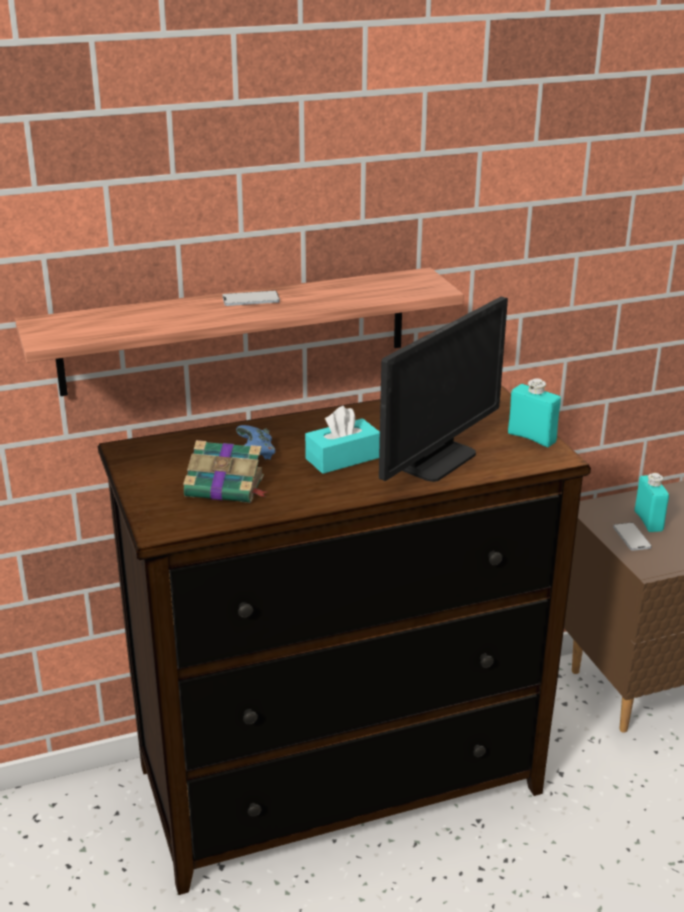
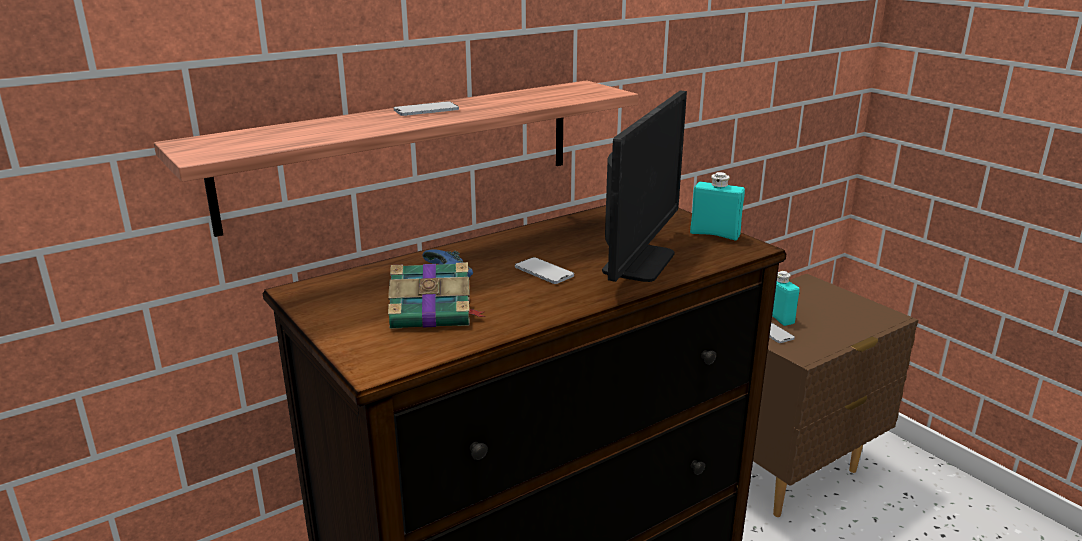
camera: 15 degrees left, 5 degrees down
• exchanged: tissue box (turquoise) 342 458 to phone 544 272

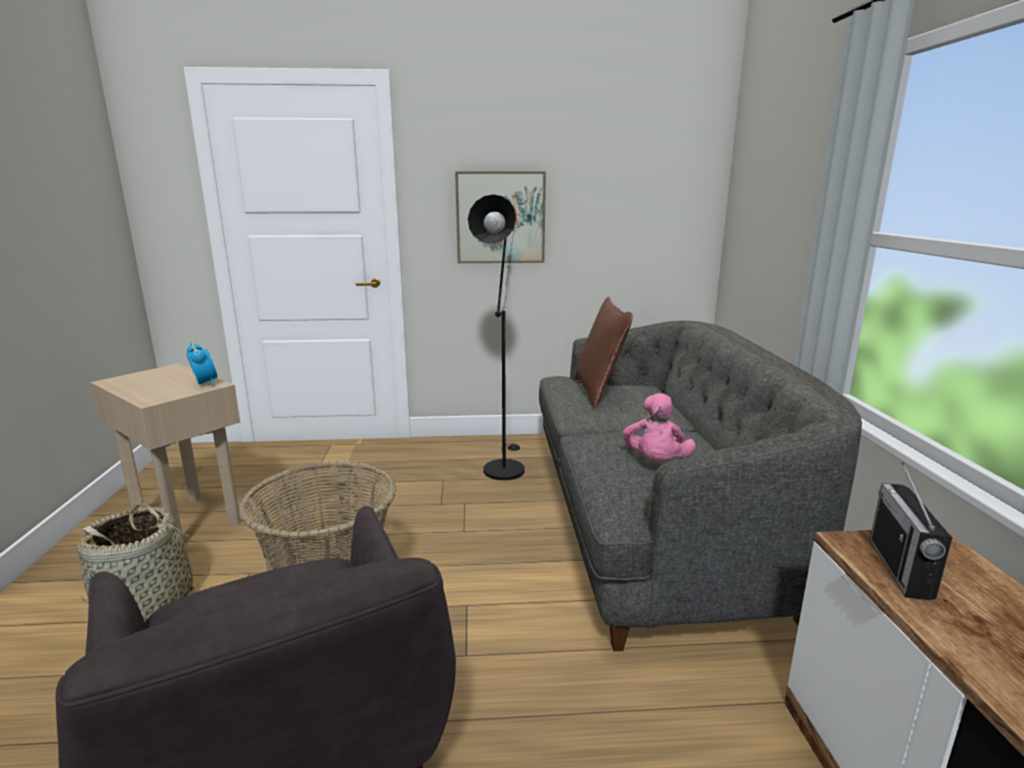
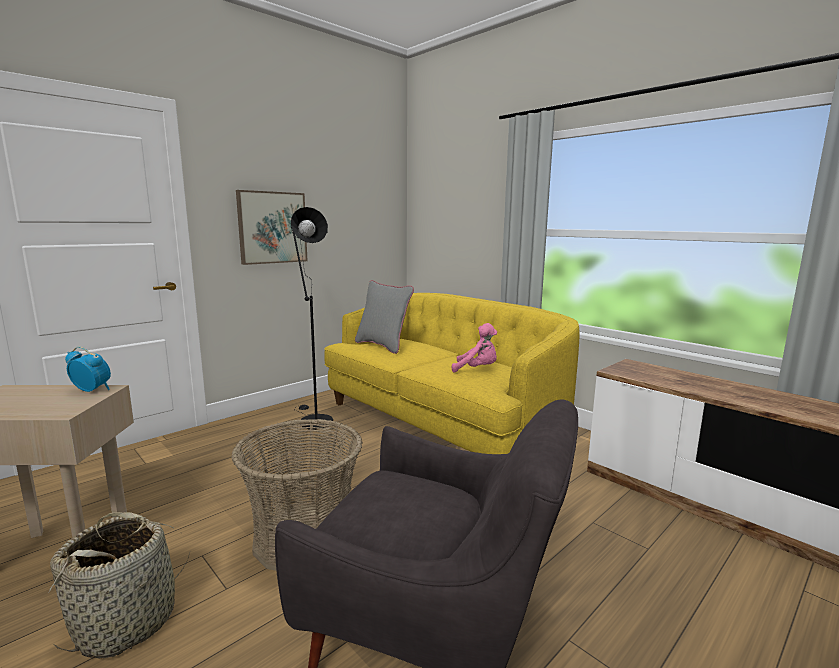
camera: 40 degrees left, 5 degrees down
• colour: sofa (grey) 651 524 to sofa (yellow) 442 422
• colour: pillow (brown) 598 392 to pillow (grey) 383 346
• spun: plush toy (pink) 655 463 = 477 369 45 degrees counterclockwise
• missing: radio 899 568

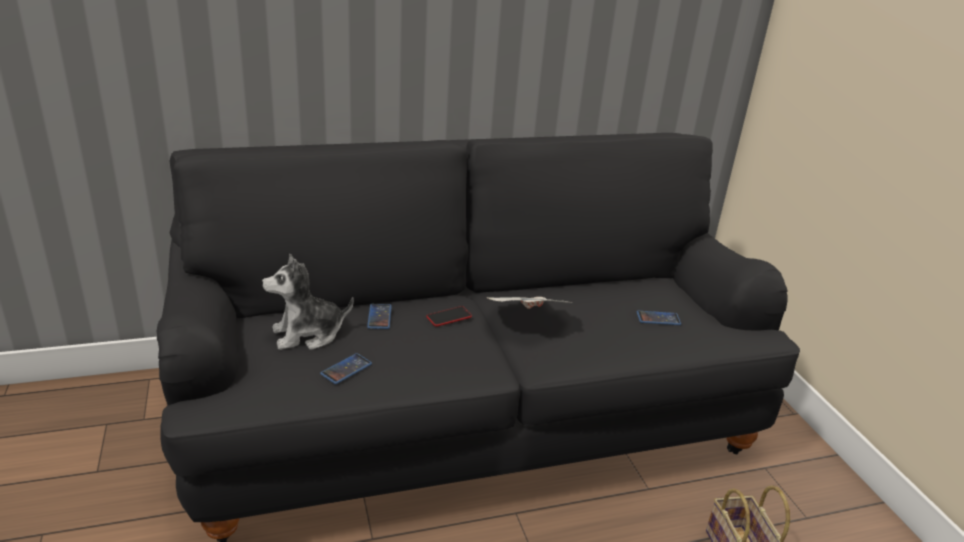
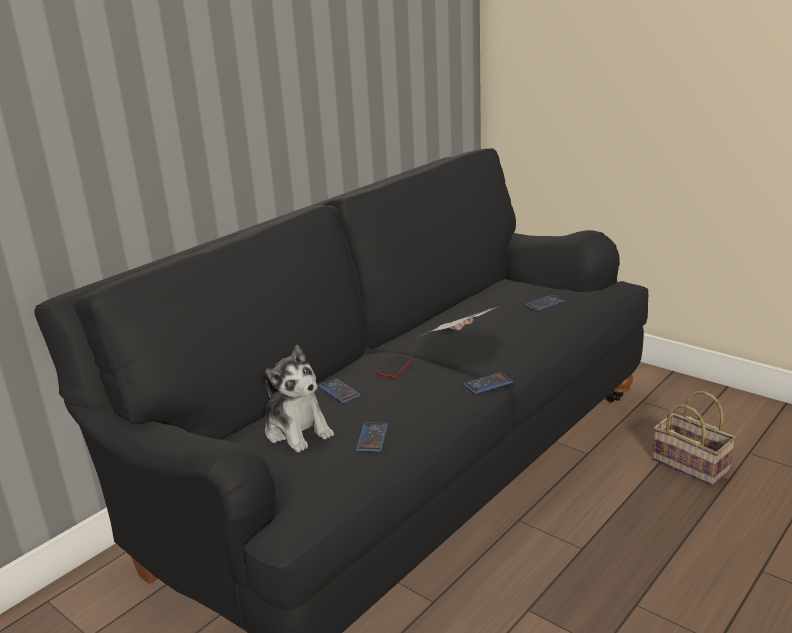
camera: 30 degrees left, 5 degrees down
• spun: plush toy 308 334 = 297 431 75 degrees counterclockwise
• appeared: phone 488 384

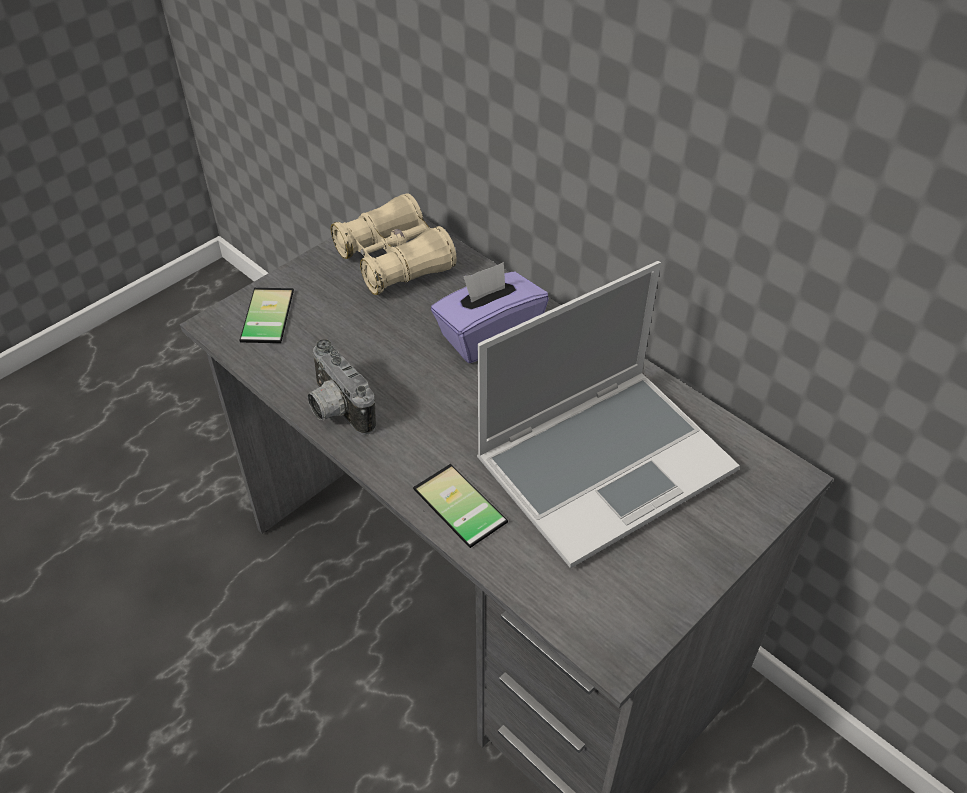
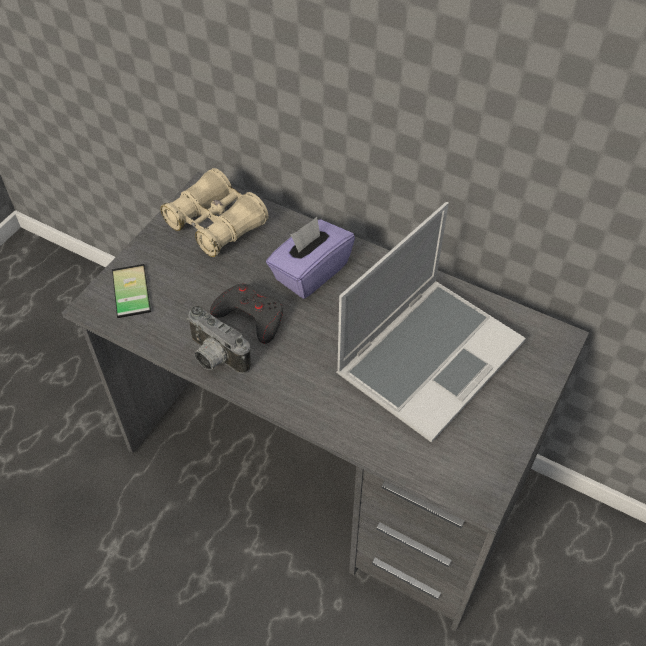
camera: 15 degrees left, 5 degrees up
• appeared: game controller (grey) 250 316
• missing: phone 455 508

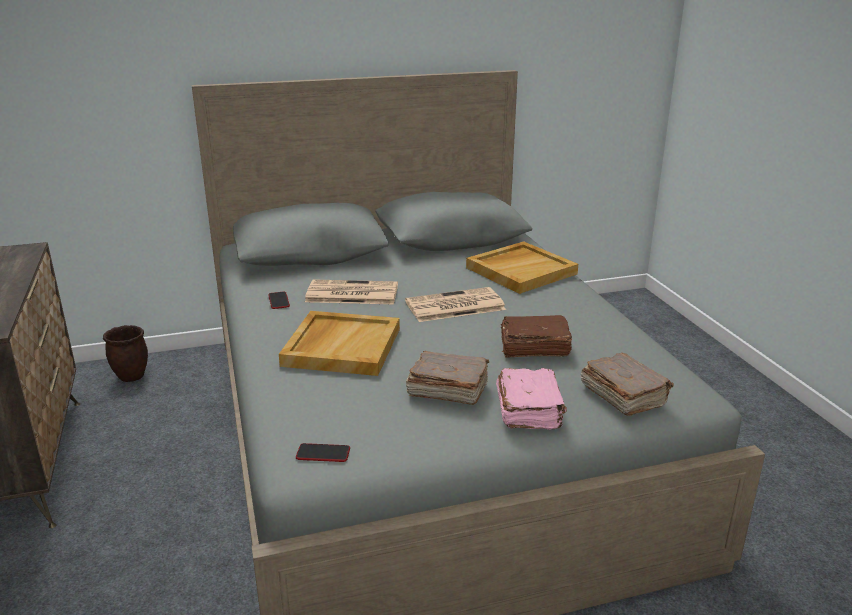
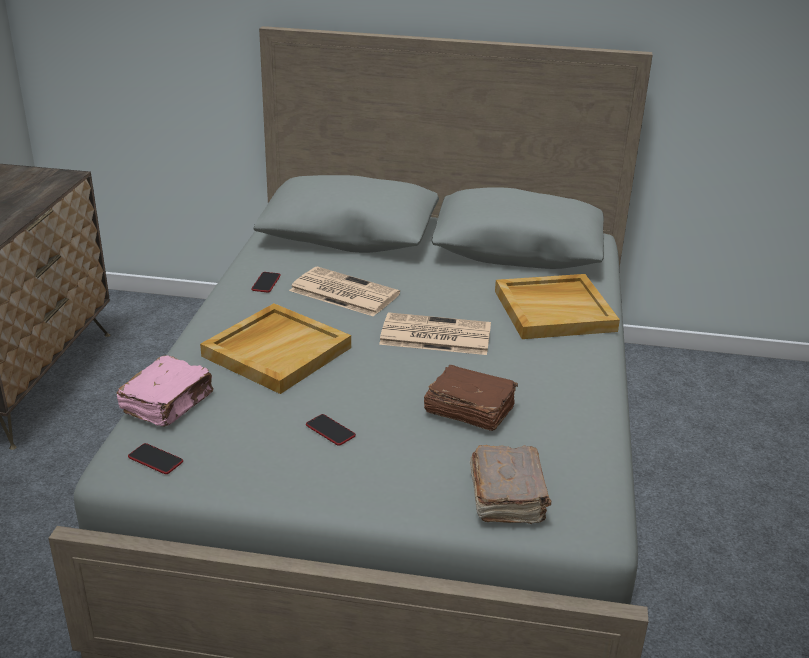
camera: 25 degrees right, 5 degrees up
• relocated: book (pink) 529 411 to 168 404
• exchanged: book (brown) 446 390 to phone 330 430
• missing: planter (brown) 132 376

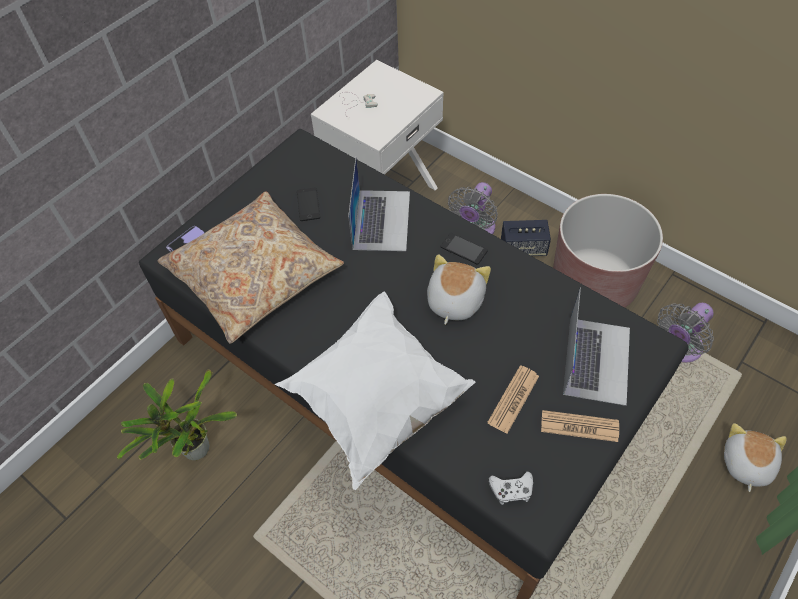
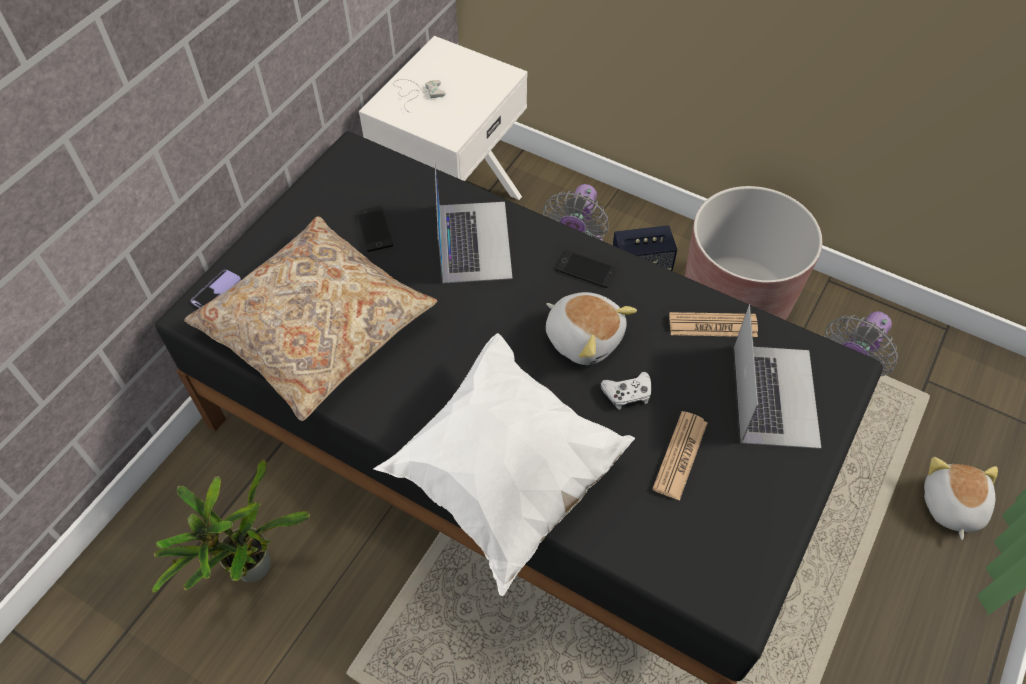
camera: 10 degrees left, 0 degrees up
• spun: plush toy 454 301 = 584 337 120 degrees clockwise
• relocated: game controller (white) 511 489 to 627 393
• relocated: newspaper 579 426 to 712 325

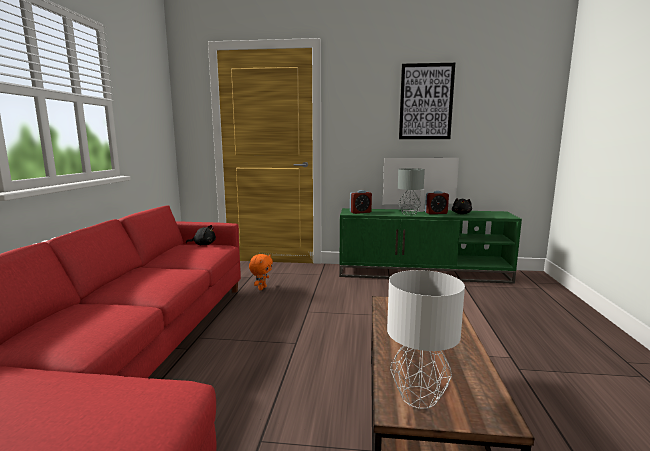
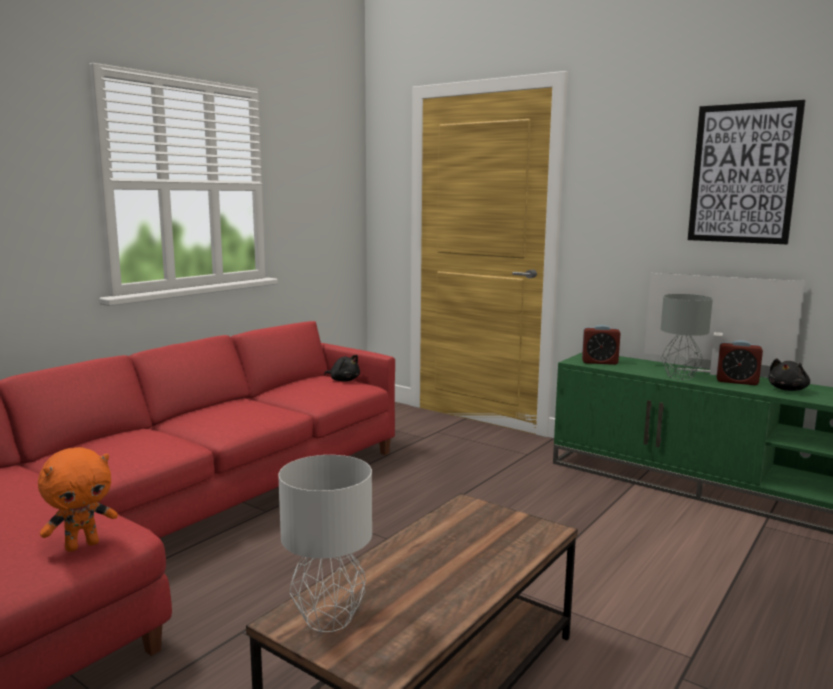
camera: 30 degrees right, 0 degrees up
• relocated: plush toy (orange) 261 288 to 82 545

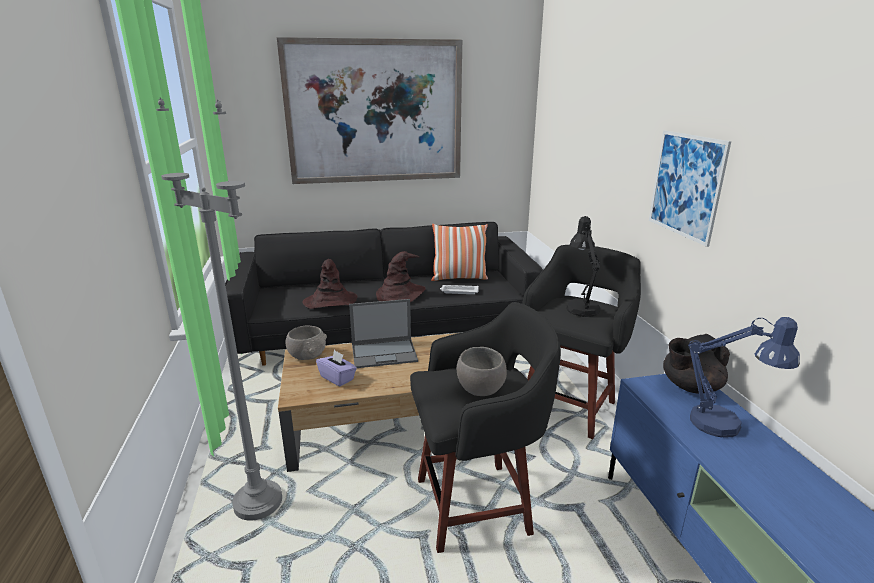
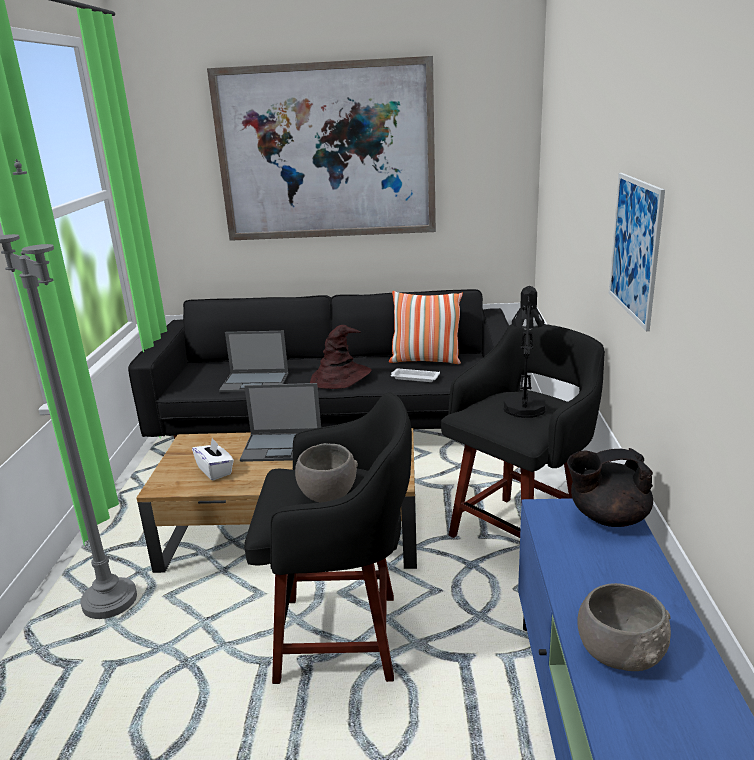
camera: 15 degrees right, 0 degrees up
• colour: tissue box (purple) 337 378 to tissue box (white) 215 471
• exchanged: hat (brown) 330 301 to laptop 255 382
• relocated: bowl (grey) 307 355 to 620 653
• missing: table lamp (blue) 726 426

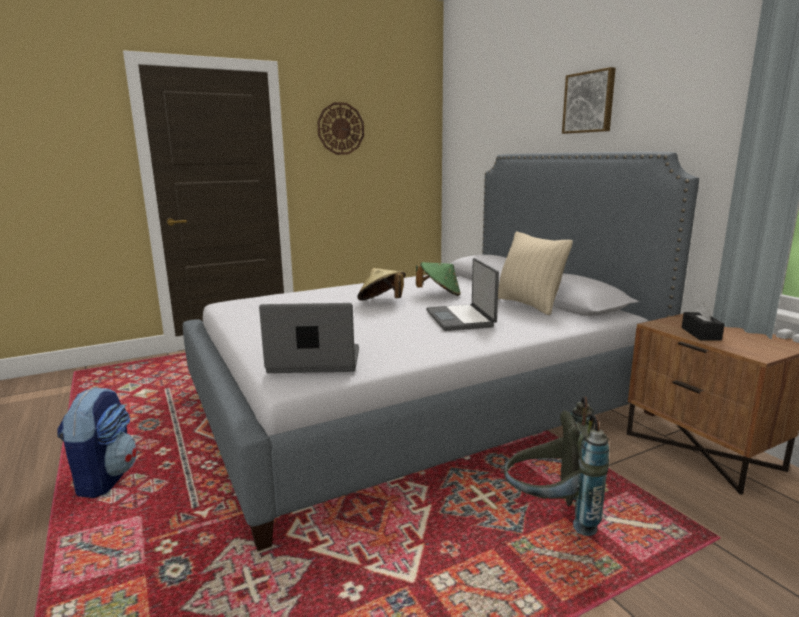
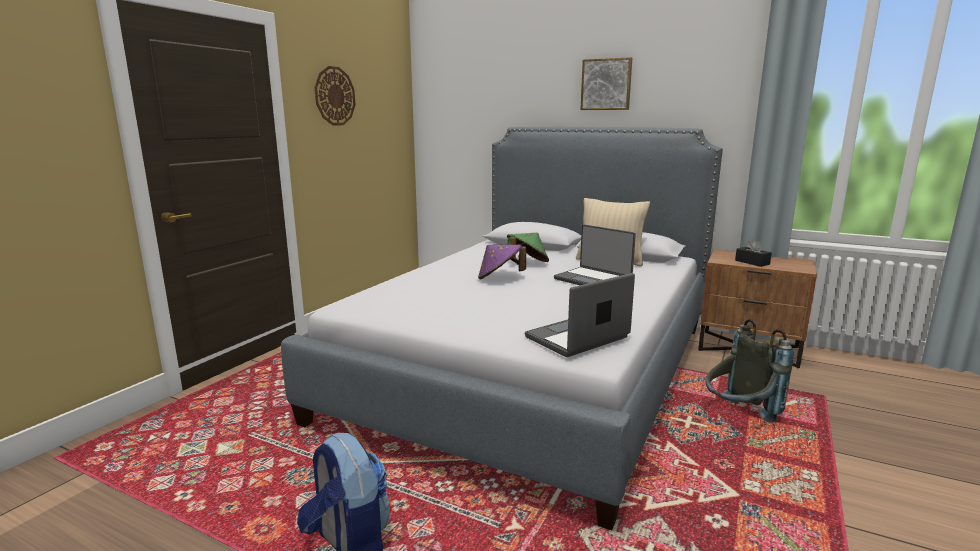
camera: 35 degrees left, 0 degrees up
• colour: hat (beige) 382 302 to hat (purple) 500 278

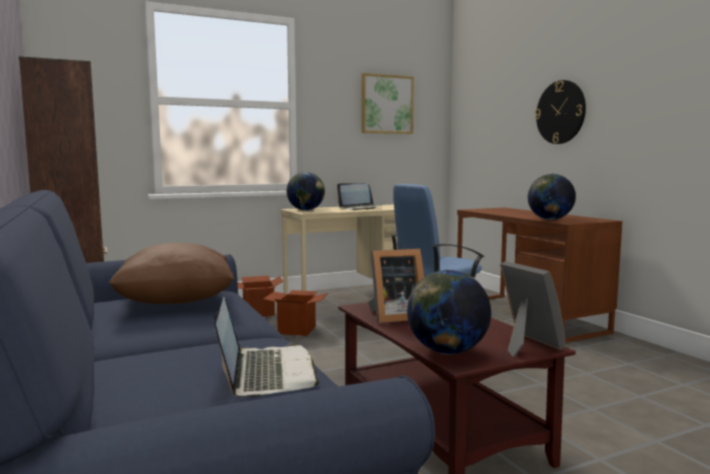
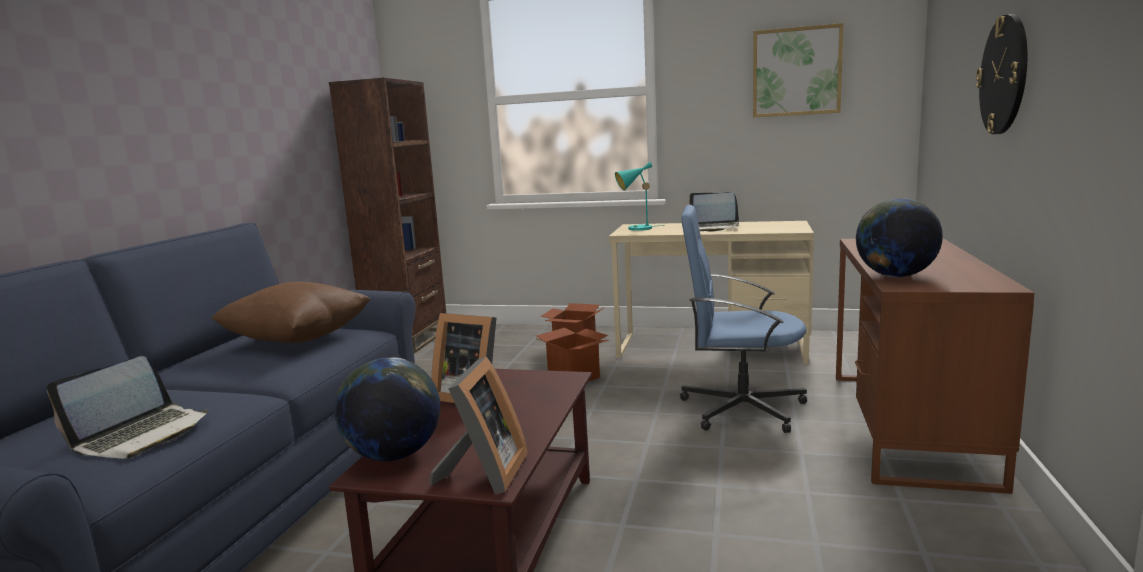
camera: 40 degrees right, 5 degrees up
• exchanged: globe 306 210 to table lamp (turquoise) 636 229

